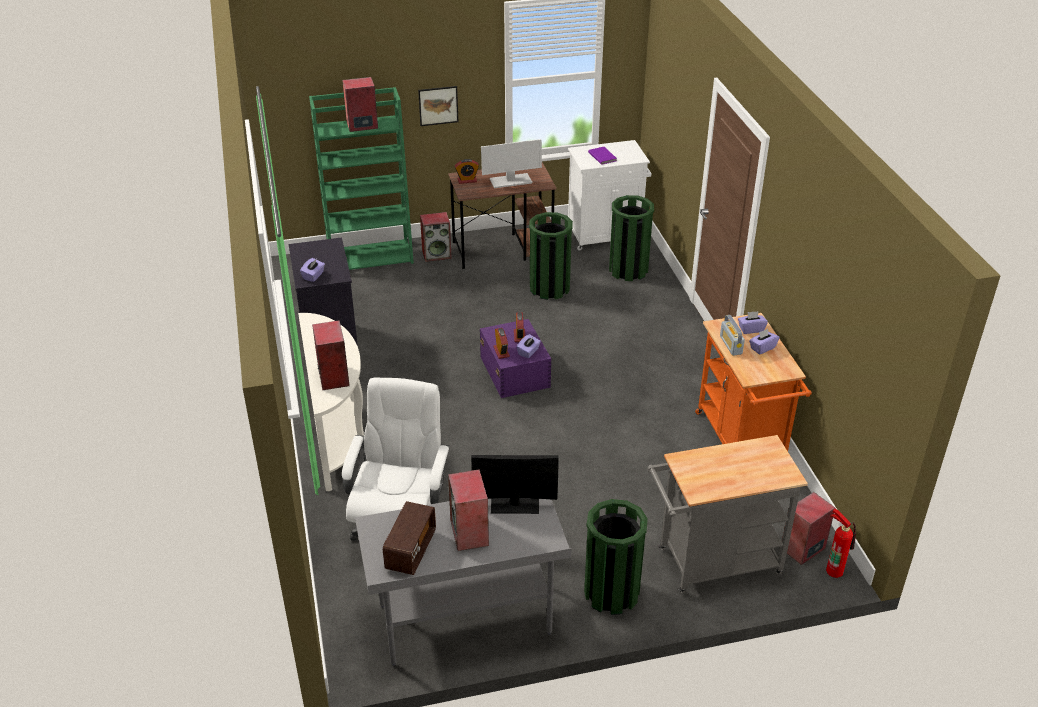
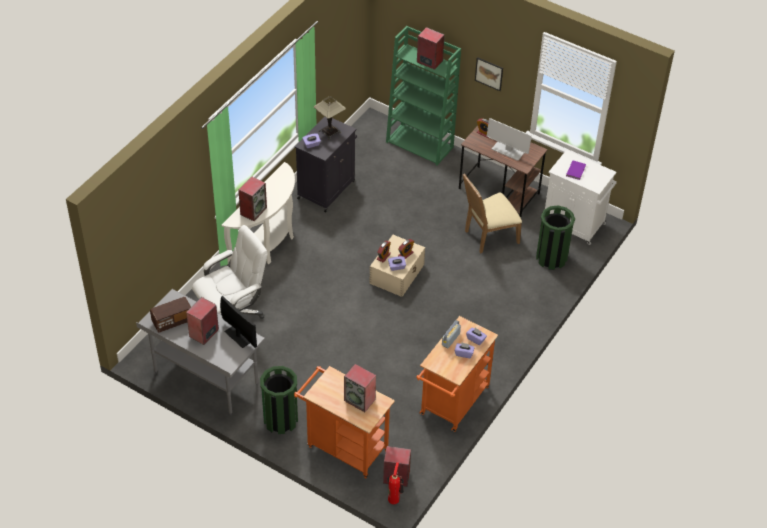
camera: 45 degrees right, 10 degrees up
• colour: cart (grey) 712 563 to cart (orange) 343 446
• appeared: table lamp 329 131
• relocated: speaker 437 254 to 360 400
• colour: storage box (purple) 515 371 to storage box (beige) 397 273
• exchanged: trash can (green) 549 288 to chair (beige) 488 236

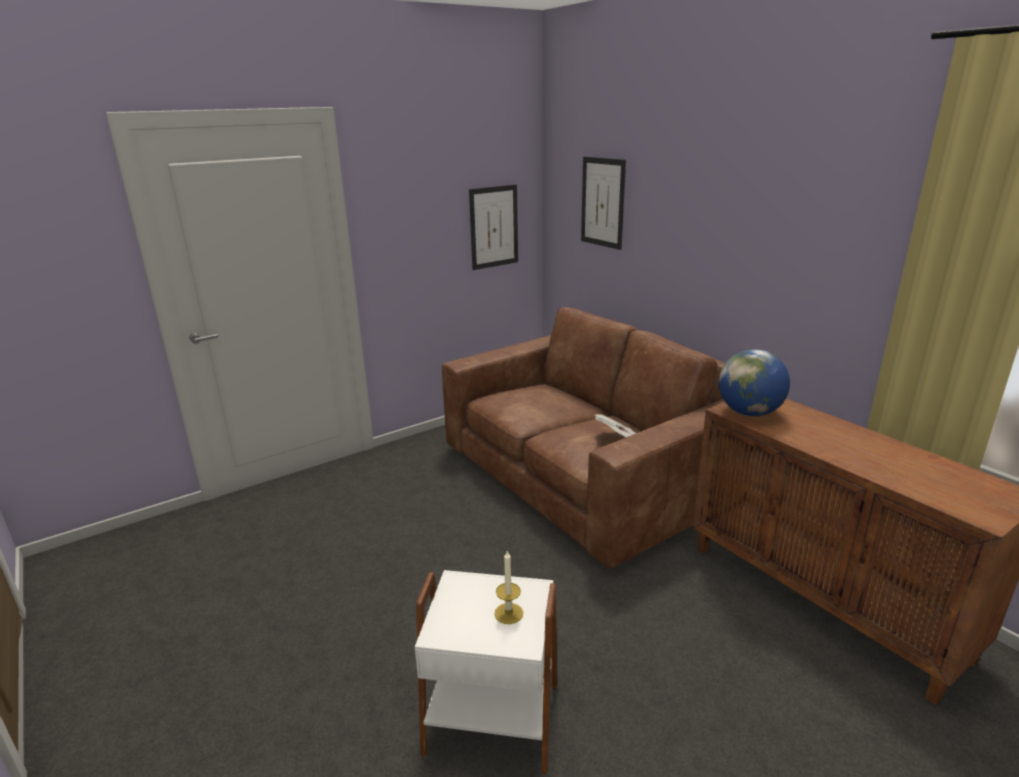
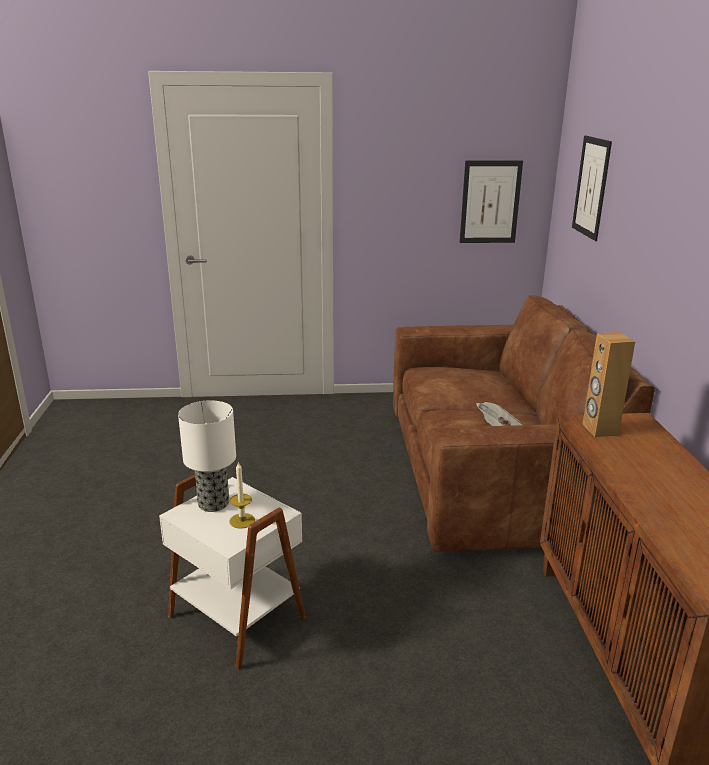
camera: 30 degrees right, 0 degrees up
• appeared: table lamp 213 504
• exchanged: globe 749 412 to speaker (brown) 599 429

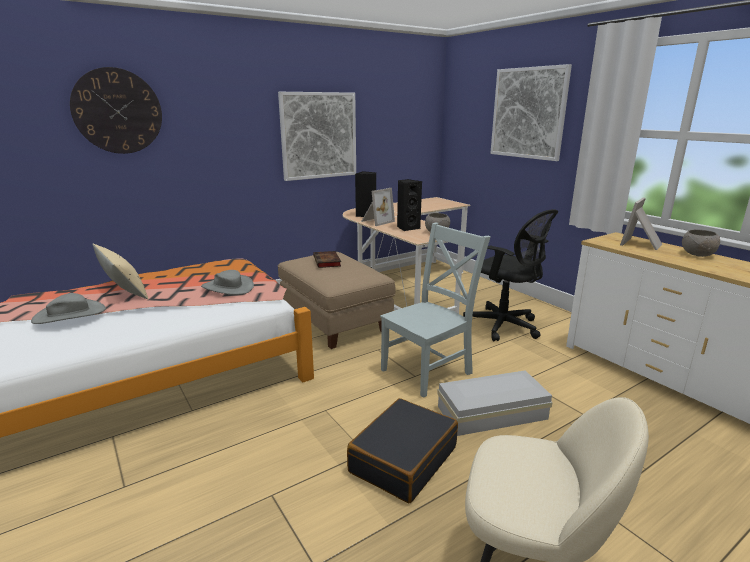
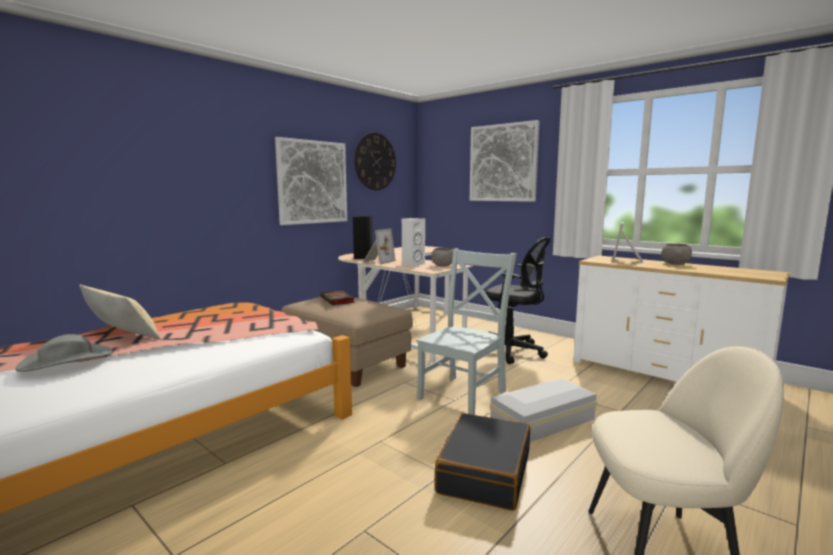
camera: 15 degrees left, 10 degrees down
• relocated: wall clock 117 111 to 375 161
• colour: speaker (black) 407 228 to speaker (white) 412 264
• missing: hat (grey) 228 287

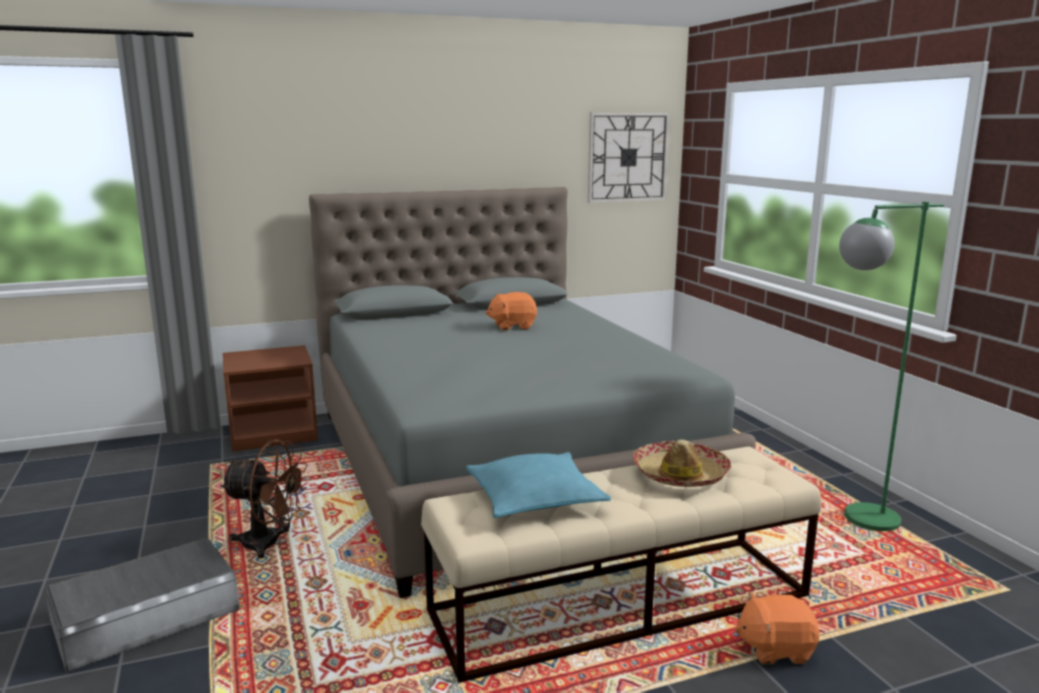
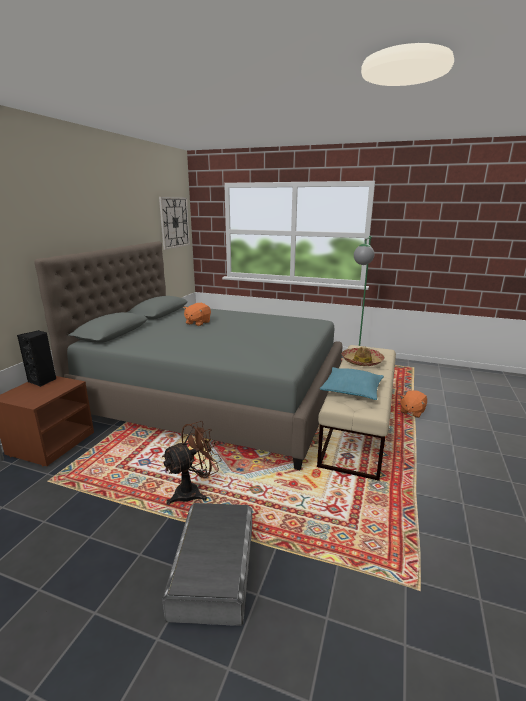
camera: 50 degrees left, 5 degrees up
• appeared: speaker (black) 43 381

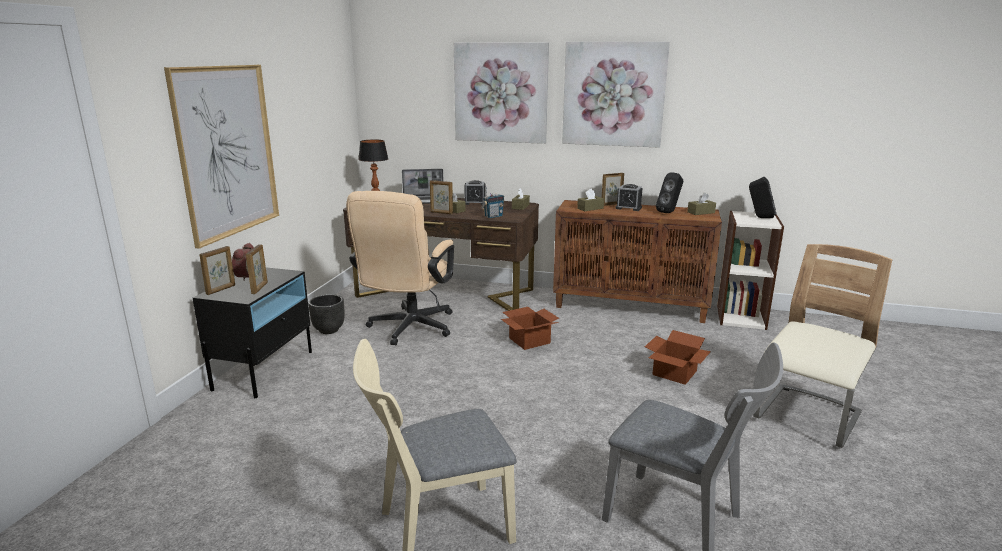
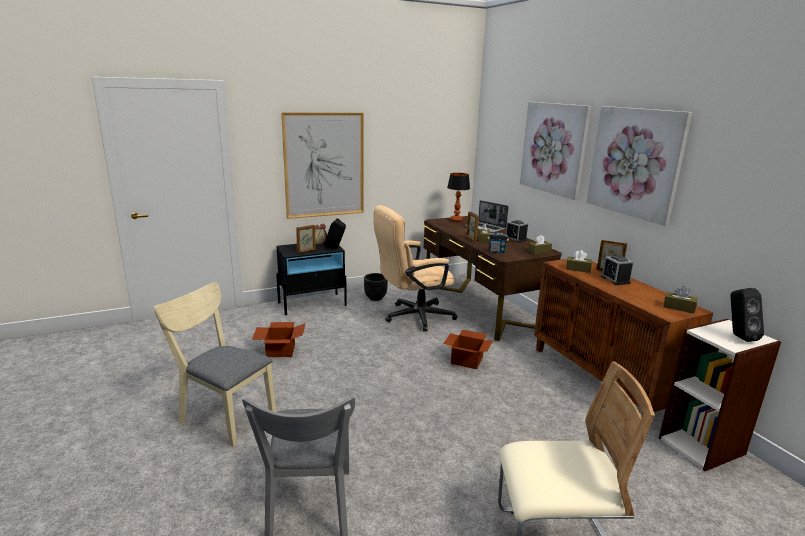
camera: 50 degrees right, 0 degrees up
• relocated: cardboard box 673 373 to 280 350
• relocated: speaker (black) 669 212 to 335 248
• missing: picture frame 221 290

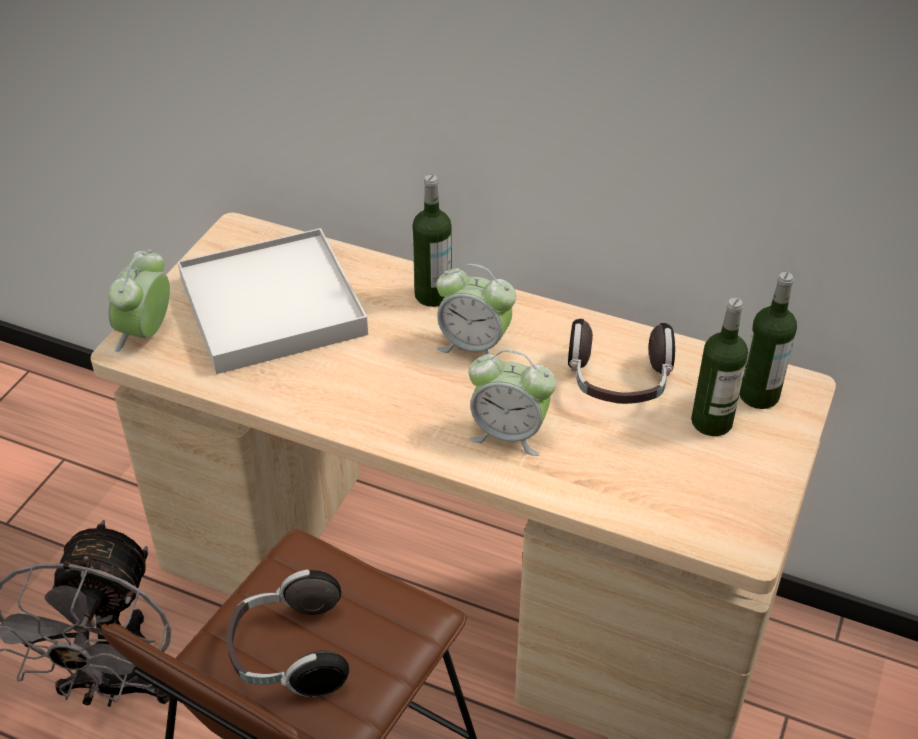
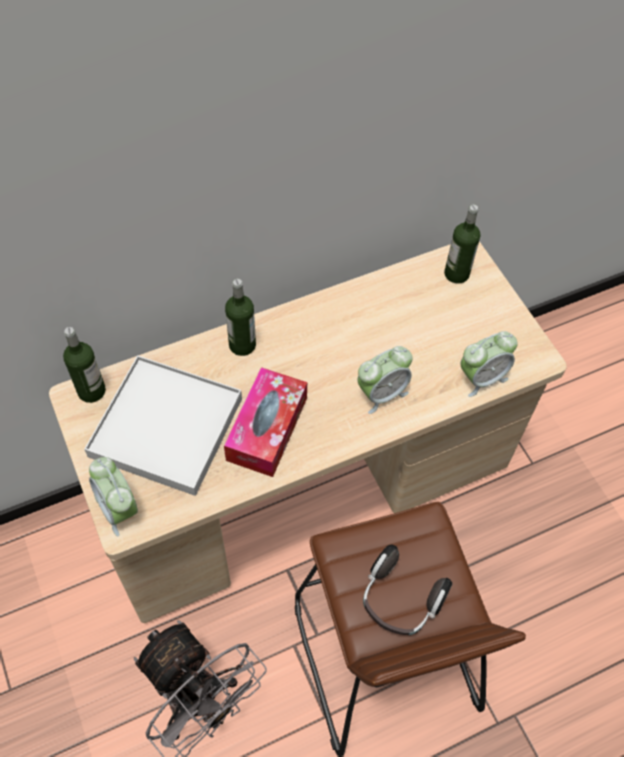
camera: 50 degrees left, 15 degrees up
• relocated: bottle 711 422 to 91 391
• appeared: tissue box 267 429
• relocated: alarm clock 474 346 to 481 378
• missing: headphones 618 383

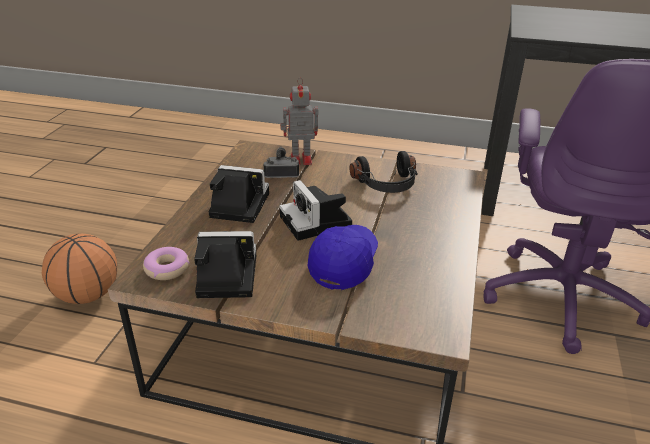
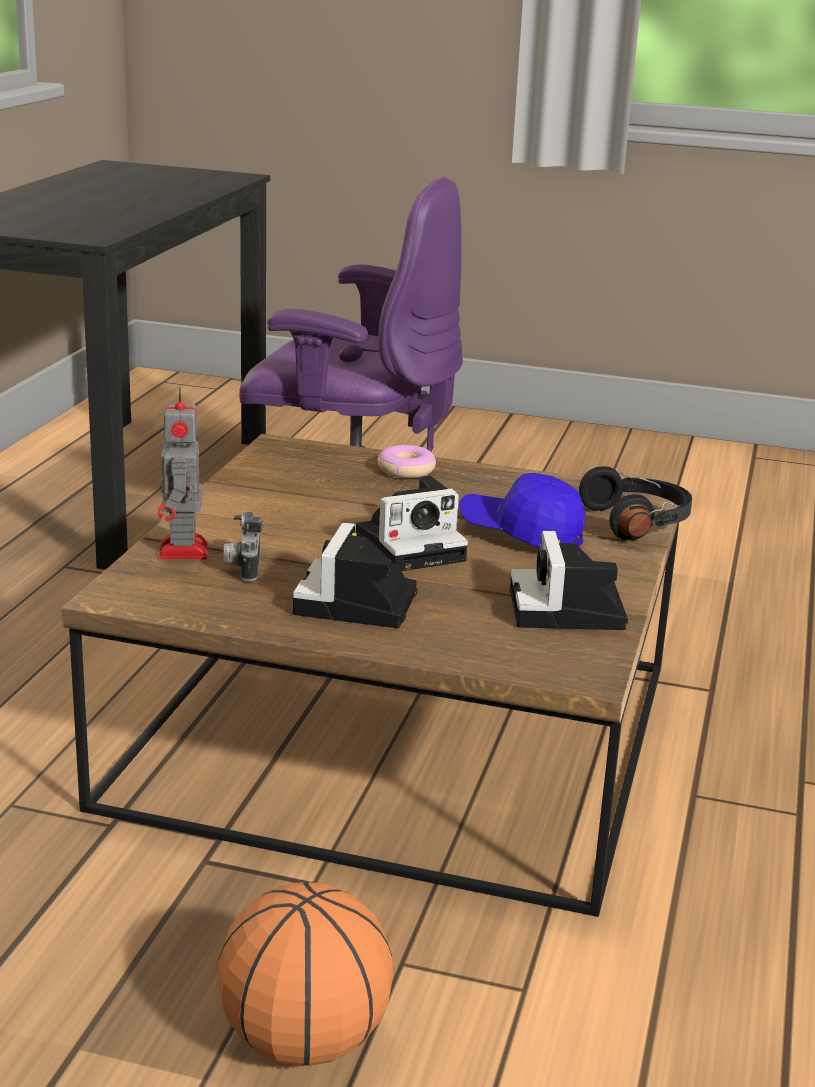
camera: 90 degrees left, 10 degrees down
• relocated: donut 167 269 to 406 470
• relocated: headphones (black) 387 185 to 638 522

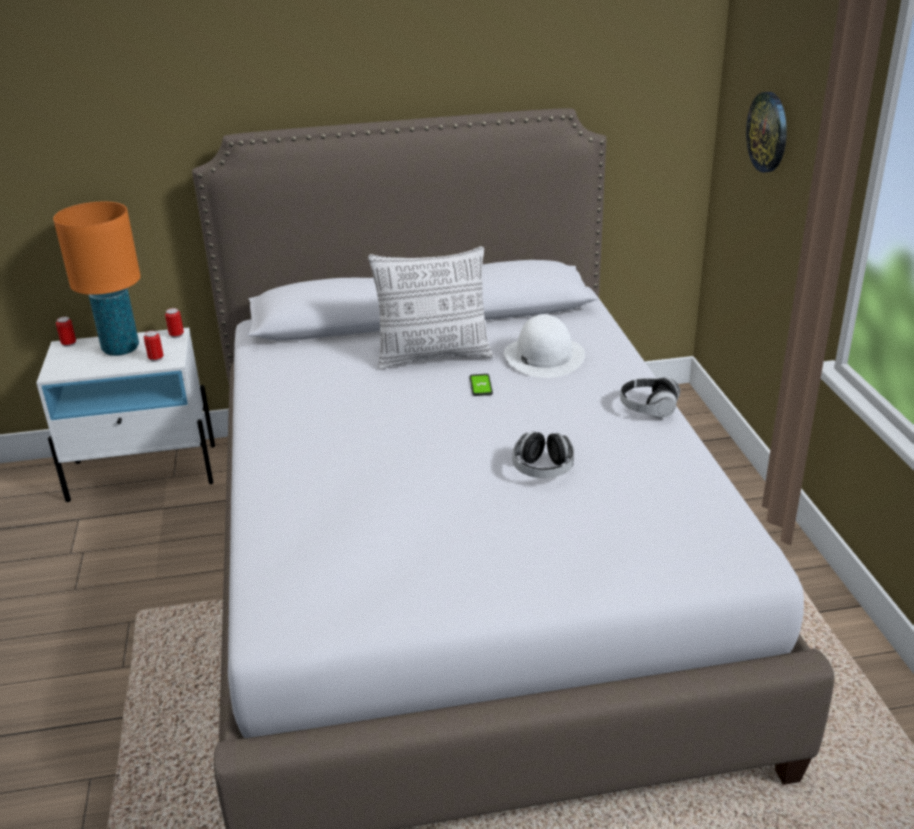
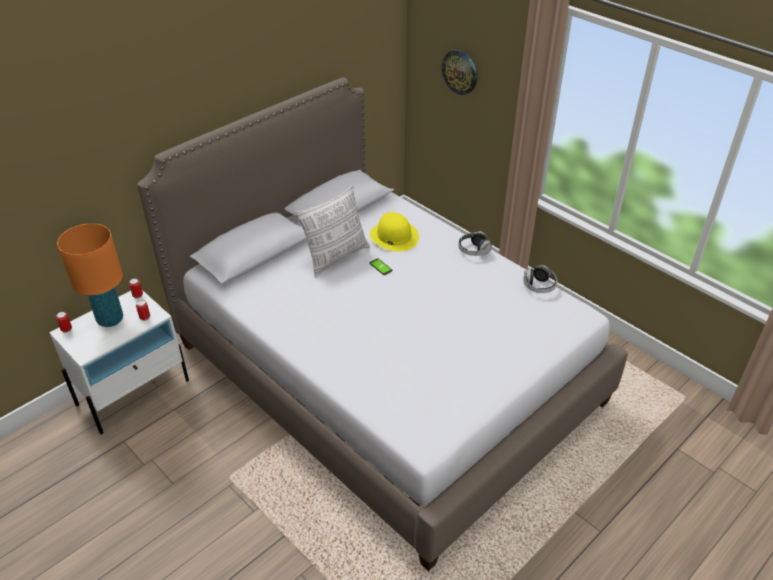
camera: 35 degrees left, 10 degrees up
• colour: hat (white) 544 356 to hat (yellow) 394 236
• relocated: headphones 543 469 to 539 286

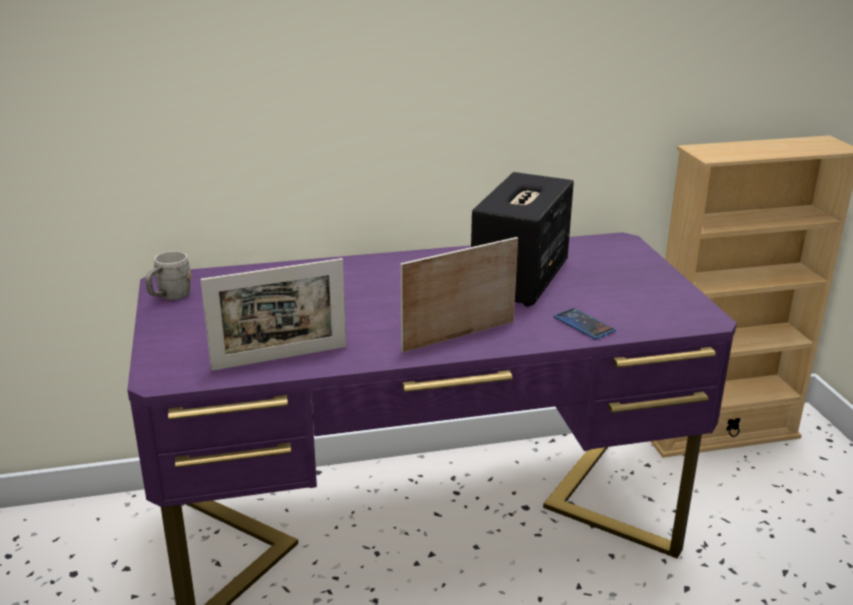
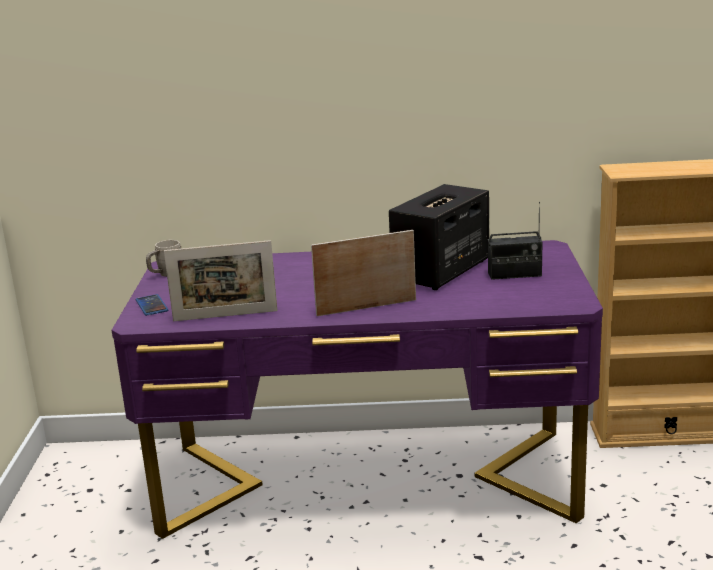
camera: 15 degrees right, 5 degrees down
• relocated: phone 584 324 to 152 305
• appeared: radio 514 274

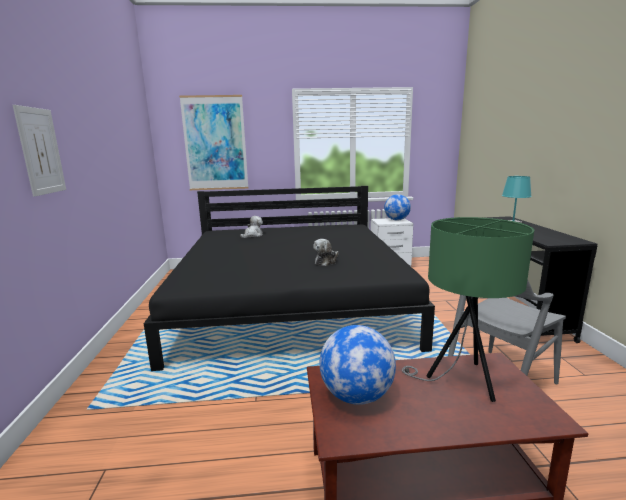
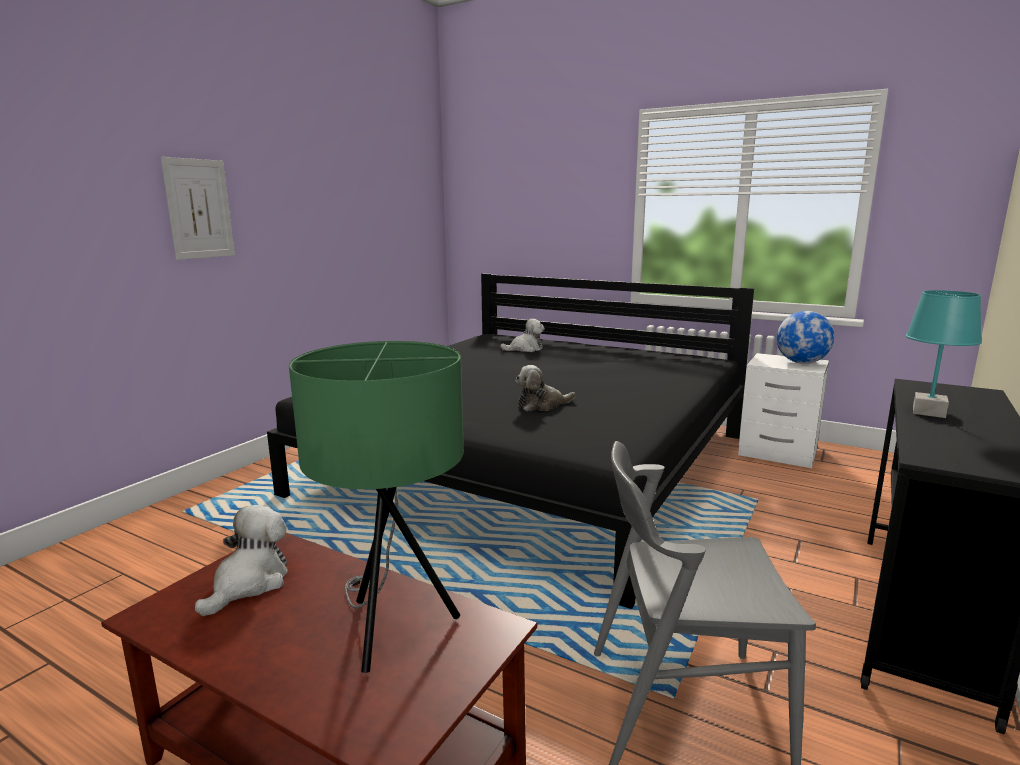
camera: 35 degrees right, 0 degrees up
• exchanged: globe 357 396 to plush toy 249 583
• missing: picture 215 143

